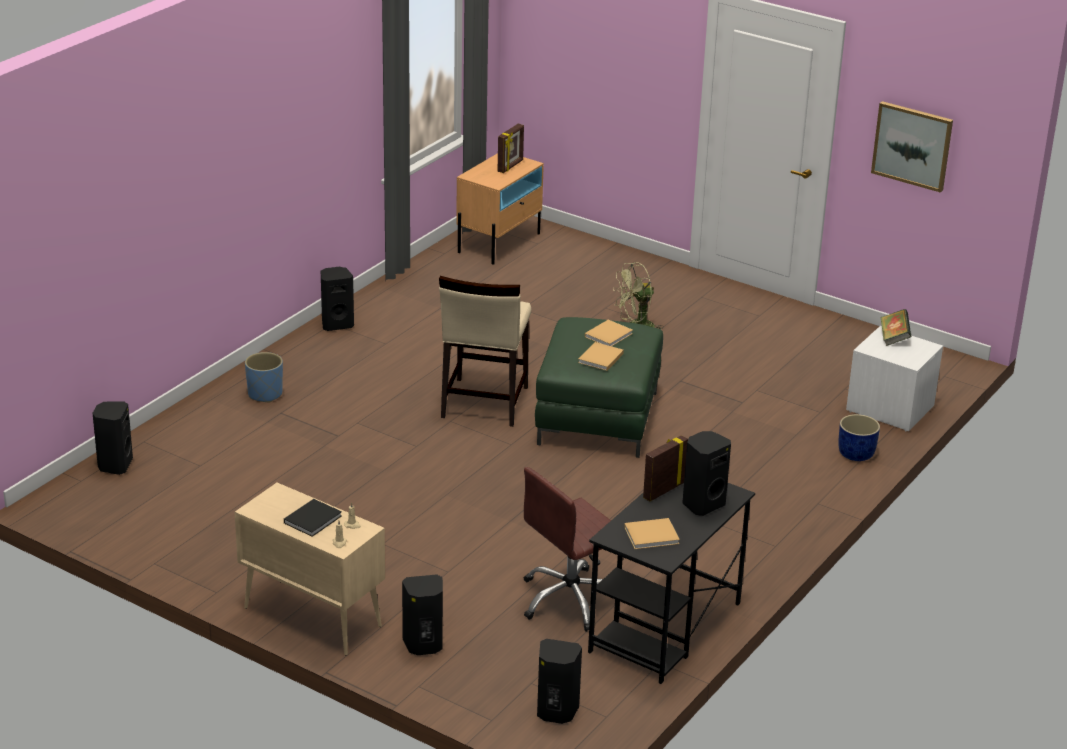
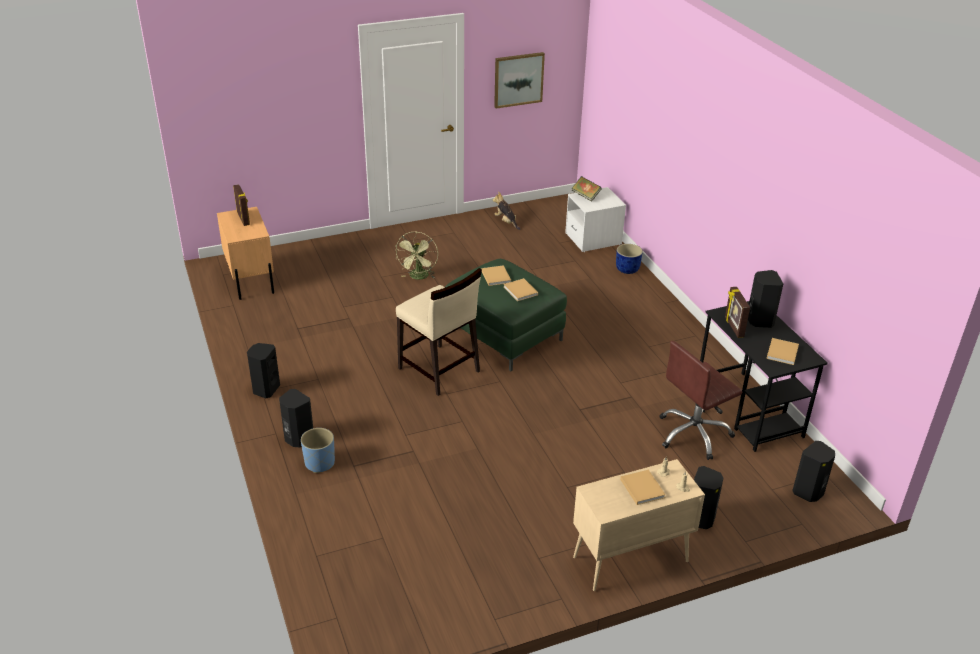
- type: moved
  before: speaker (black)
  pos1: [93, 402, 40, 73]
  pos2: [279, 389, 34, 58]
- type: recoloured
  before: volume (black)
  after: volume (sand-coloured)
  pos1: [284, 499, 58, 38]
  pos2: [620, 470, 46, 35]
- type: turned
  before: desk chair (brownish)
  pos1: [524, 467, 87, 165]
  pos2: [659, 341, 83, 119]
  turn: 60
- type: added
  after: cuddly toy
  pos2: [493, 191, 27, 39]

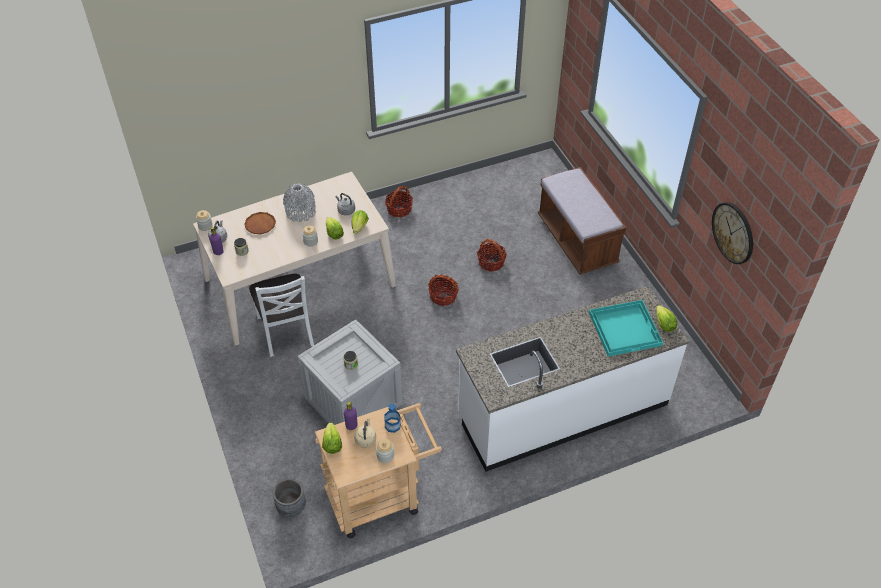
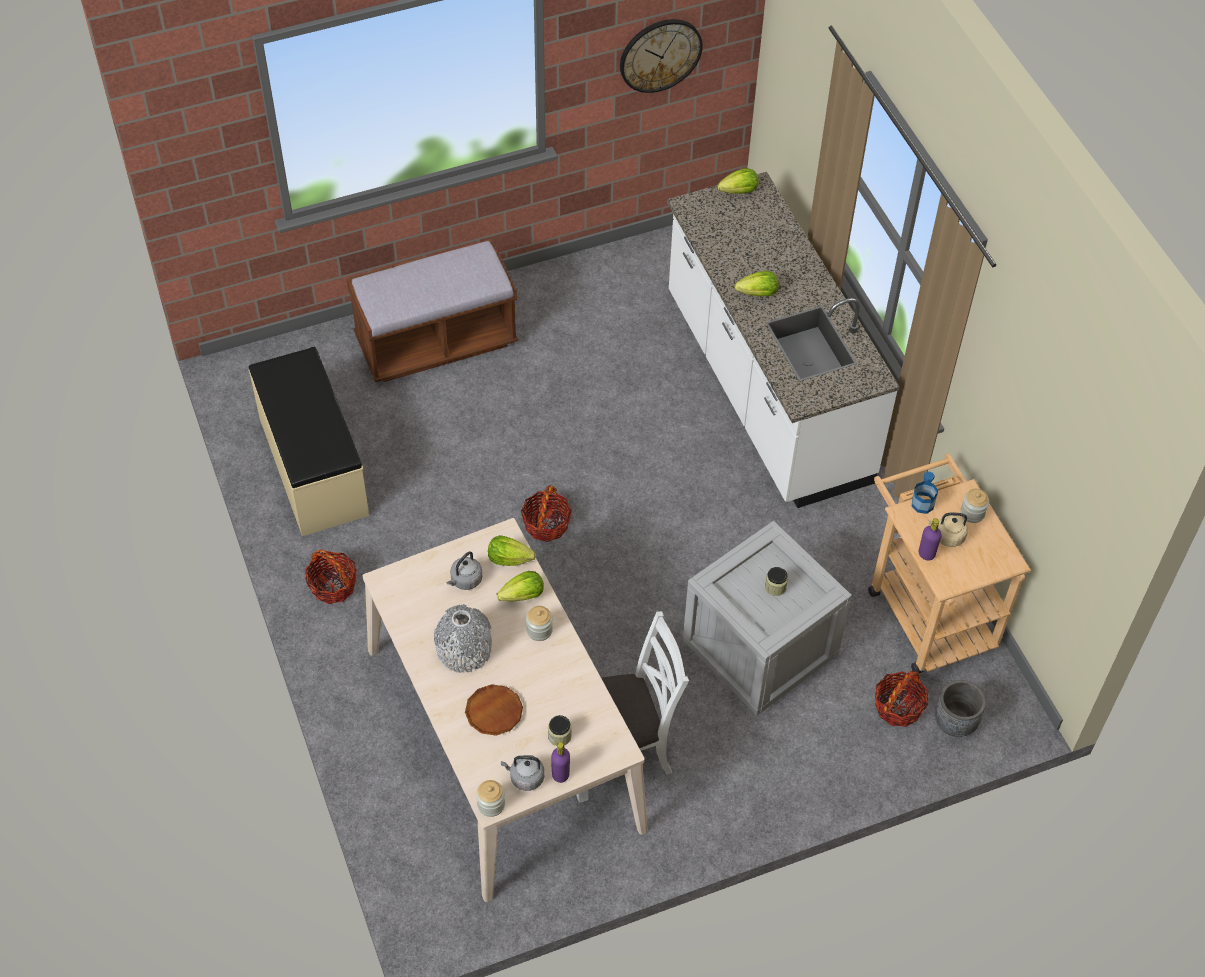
- type: moved
  before: lettuce
  pos1: [322, 423, 20, 31]
  pos2: [735, 271, 44, 25]
- type: moved
  before: storage basket
  pos1: [477, 239, 30, 33]
  pos2: [875, 671, 53, 56]
- type: removed
  before: serving tray (turquoise-coloured)
  pos1: [589, 300, 74, 57]
- type: added
  after: bench (sand-coloured)
  pos2: [249, 347, 120, 189]

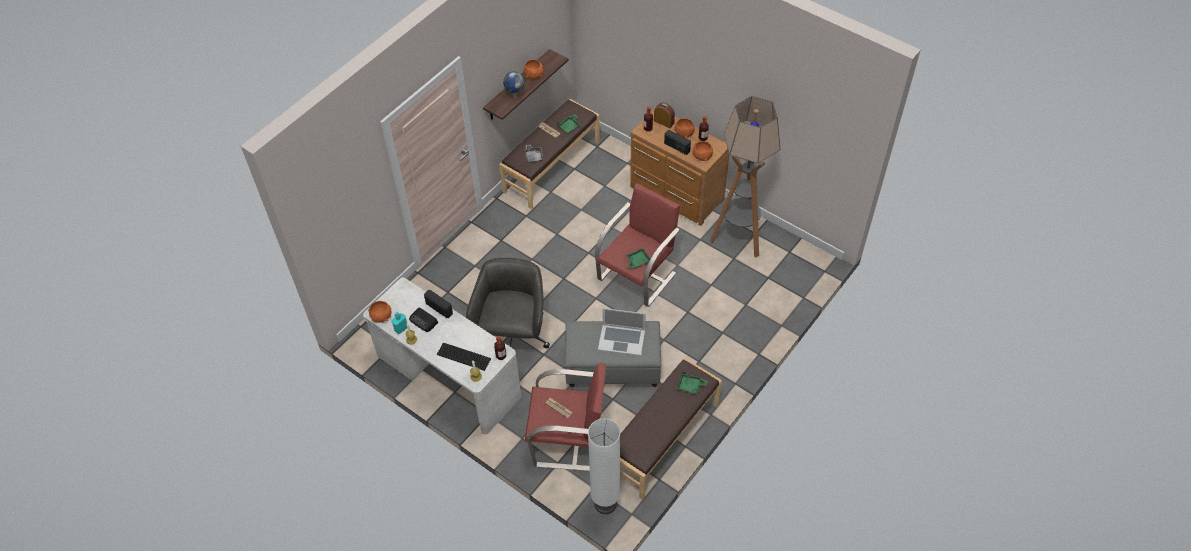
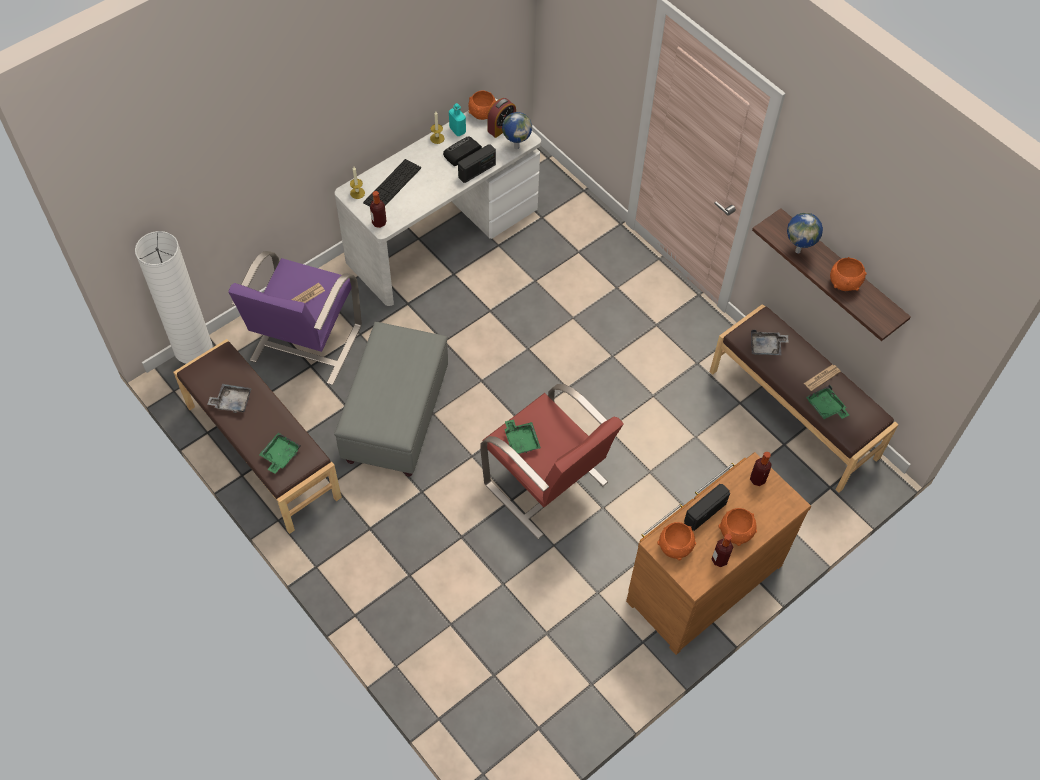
- type: removed
  before: desk chair (grey)
  pos1: [466, 257, 84, 91]
- type: recoloured
  before: easy chair (reddish)
  after: easy chair (purple)
  pos1: [525, 363, 81, 108]
  pos2: [228, 251, 134, 134]
- type: removed
  before: laptop
  pos1: [598, 308, 48, 48]
- type: moved
  before: alarm clock
  pos1: [654, 102, 21, 26]
  pos2: [487, 98, 29, 40]
- type: removed
  before: standard lamp
  pos1: [710, 96, 70, 162]
- type: added
  after: serving tray (grey)
  pos2: [207, 384, 45, 29]
- type: added
  after: desk globe
  pos2: [502, 112, 30, 37]

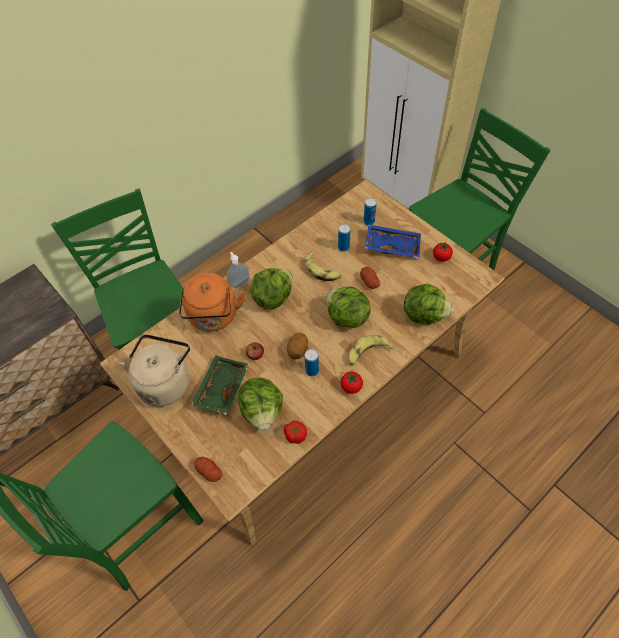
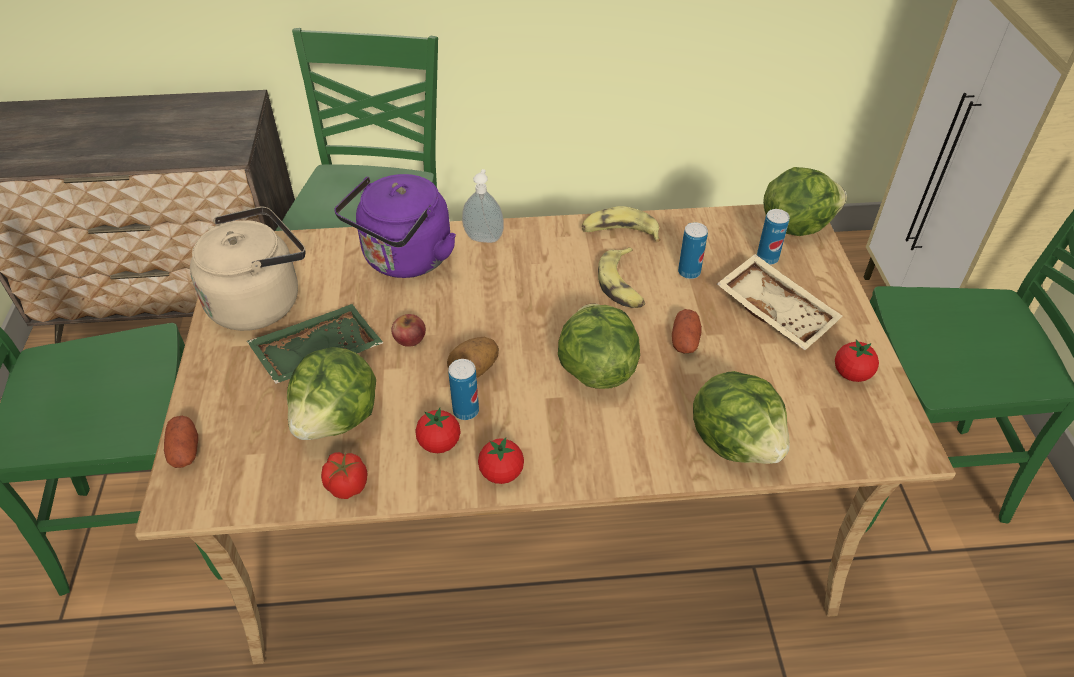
- type: recoloured
  before: water kettle (orange-coloured)
  after: water kettle (purple)
  pos1: [179, 273, 66, 59]
  pos2: [334, 174, 122, 104]
- type: moved
  before: lettuce
  pos1: [250, 268, 42, 41]
  pos2: [763, 167, 84, 69]
- type: moved
  before: whole banana
  pos1: [349, 335, 45, 31]
  pos2: [582, 206, 78, 36]
- type: recoloured
  before: serving tray (blue-coloured)
  after: serving tray (sand-coloured)
  pos1: [365, 224, 56, 34]
  pos2: [717, 254, 125, 96]
- type: added
  after: tomato
  pos2: [415, 408, 45, 45]

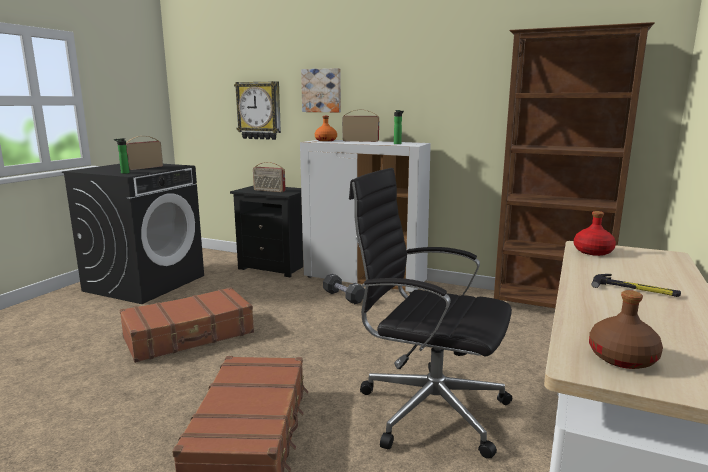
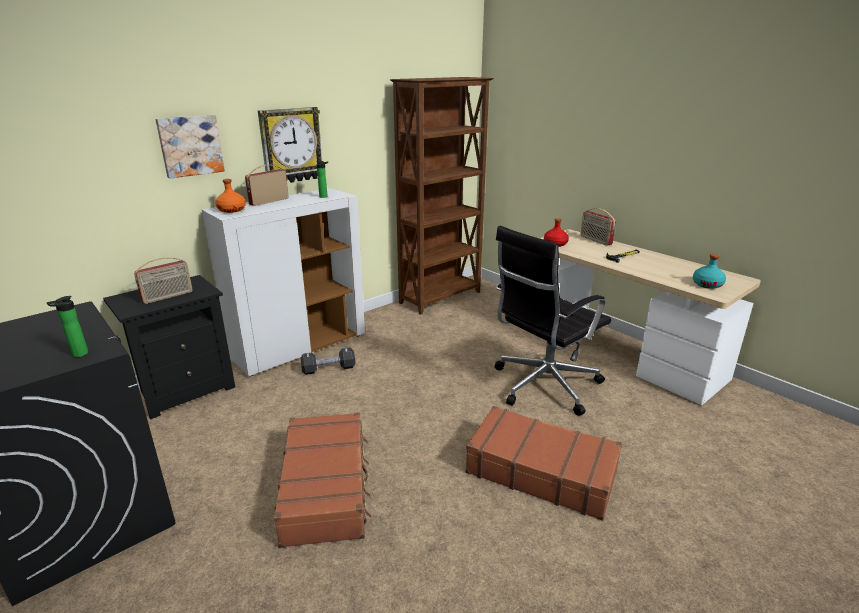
- type: moved
  before: radio
  pos1: [126, 136, 37, 34]
  pos2: [580, 208, 36, 37]
- type: moved
  before: wall clock
  pos1: [234, 81, 47, 59]
  pos2: [258, 107, 64, 76]
- type: recoloured
  before: beverage bottle (brownish)
  after: beverage bottle (turquoise-coloured)
  pos1: [589, 290, 74, 79]
  pos2: [693, 254, 33, 35]

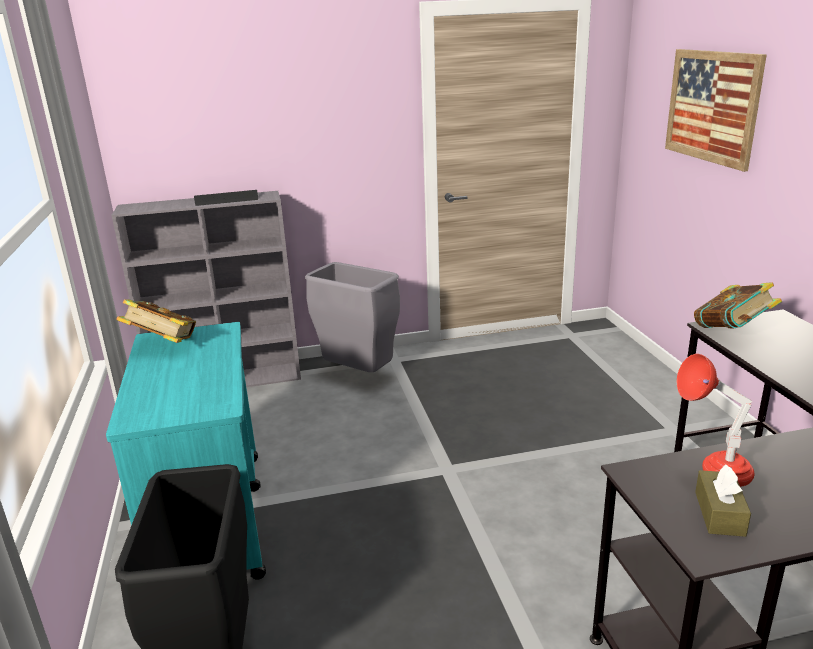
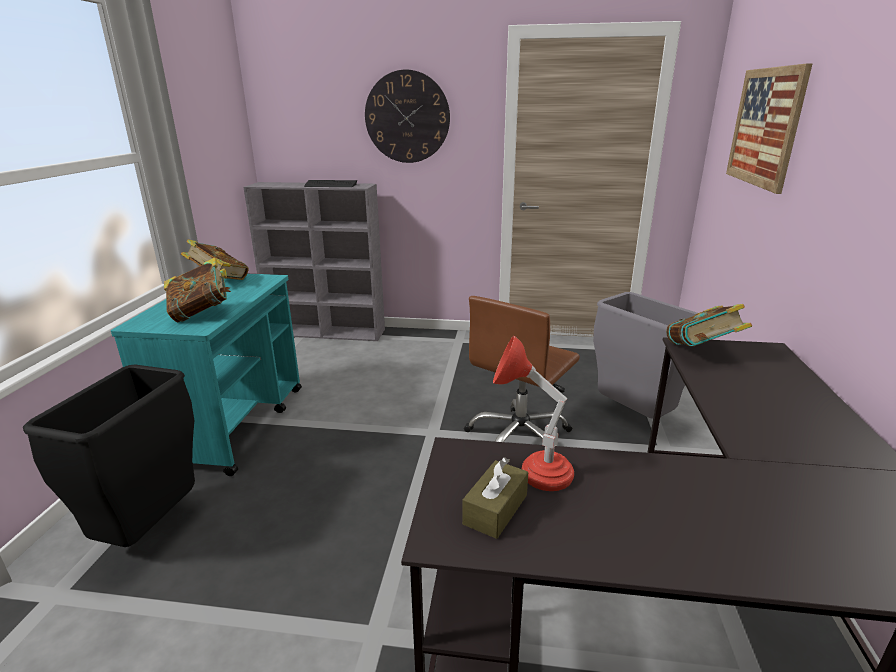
- type: moved
  before: rubbish bin (grey)
  pos1: [305, 262, 95, 110]
  pos2: [593, 292, 104, 127]
- type: added
  after: volume
  pos2: [164, 257, 67, 65]
- type: added
  after: wall clock
  pos2: [365, 70, 85, 93]
- type: added
  after: desk chair (brownish)
  pos2: [464, 296, 116, 150]

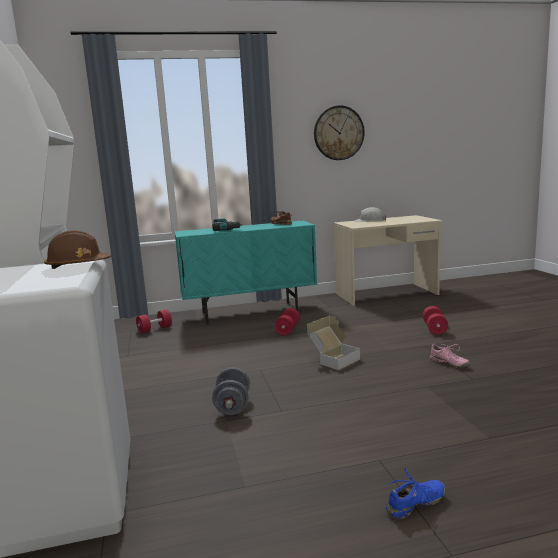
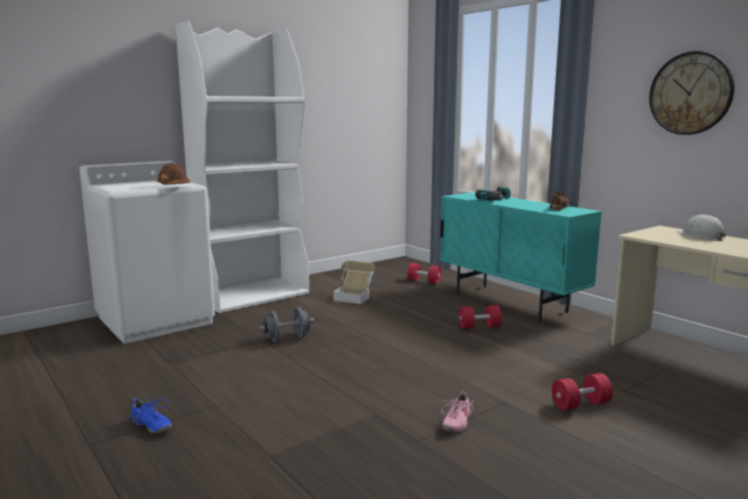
- type: moved
  before: packing box
  pos1: [307, 316, 53, 54]
  pos2: [333, 261, 42, 43]

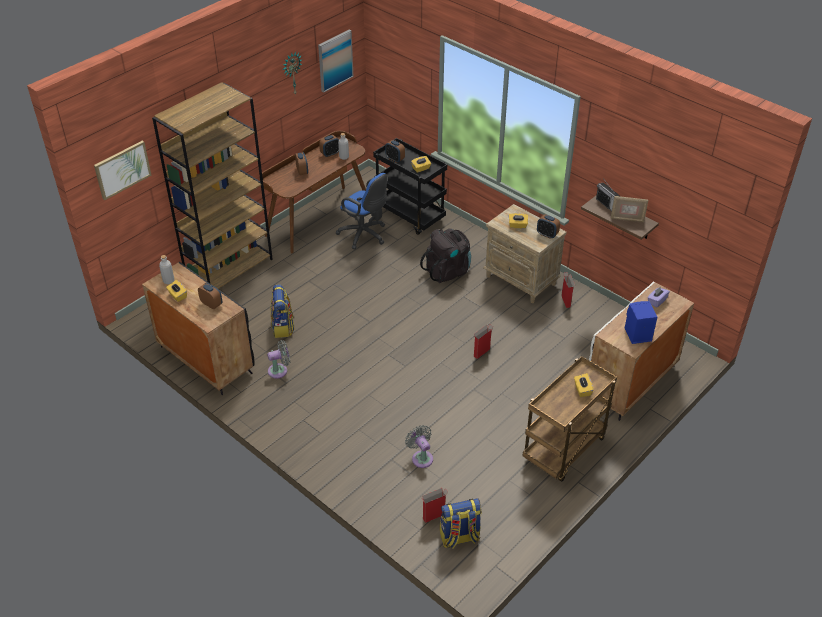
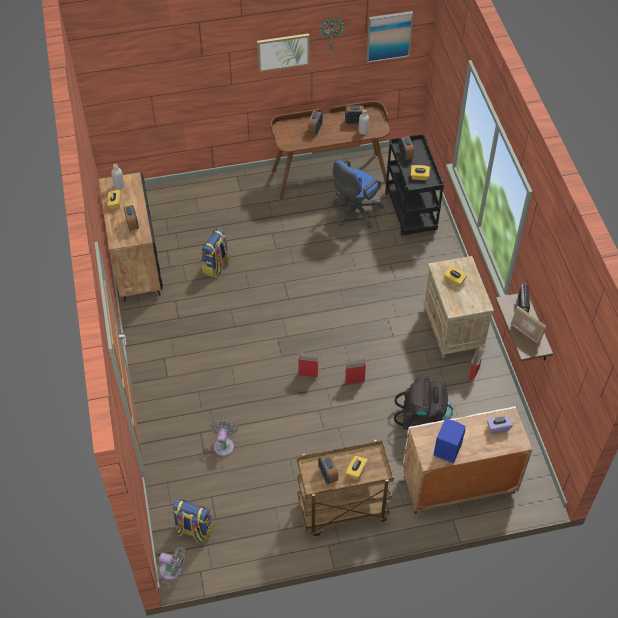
- type: moved
  before: wall art
  pos1: [94, 141, 57, 59]
  pos2: [257, 33, 53, 39]
- type: removed
  before: bookshelf (brownish)
  pos1: [152, 82, 121, 207]
- type: moved
  before: fan (grey)
  pos1: [267, 340, 23, 38]
  pos2: [159, 547, 26, 33]
- type: turned
  before: desk chair (blue-coloured)
  pos1: [336, 173, 51, 76]
  pos2: [333, 160, 51, 68]
  turn: 60
- type: moved
  before: knapsack (black)
  pos1: [420, 228, 51, 55]
  pos2: [394, 376, 59, 54]
- type: moved
  before: packing box
  pos1: [422, 488, 26, 35]
  pos2: [297, 352, 24, 25]
- type: moved
  before: alarm clock
  pos1: [537, 215, 23, 24]
  pos2: [318, 454, 20, 30]

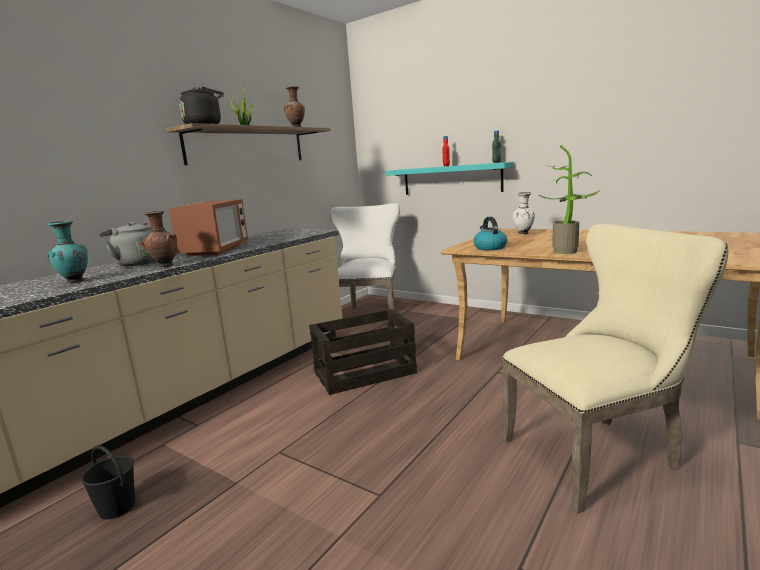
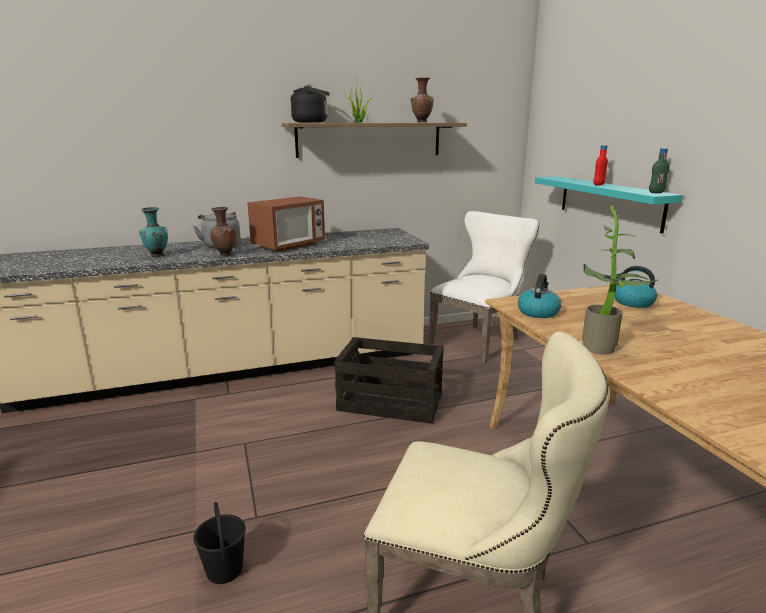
- type: moved
  before: pail (black)
  pos1: [81, 445, 54, 75]
  pos2: [193, 502, 53, 82]
- type: replaced
  before: vase (white)
  after: water kettle
  pos1: [513, 192, 22, 43]
  pos2: [614, 266, 43, 42]

